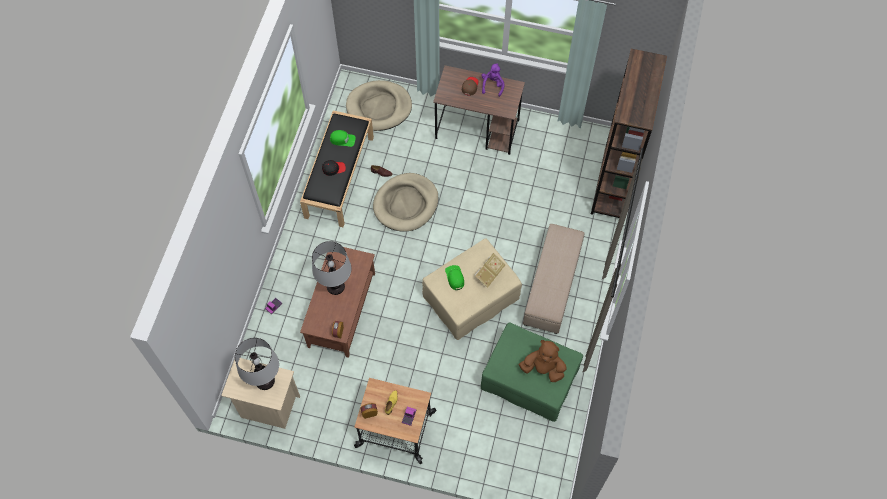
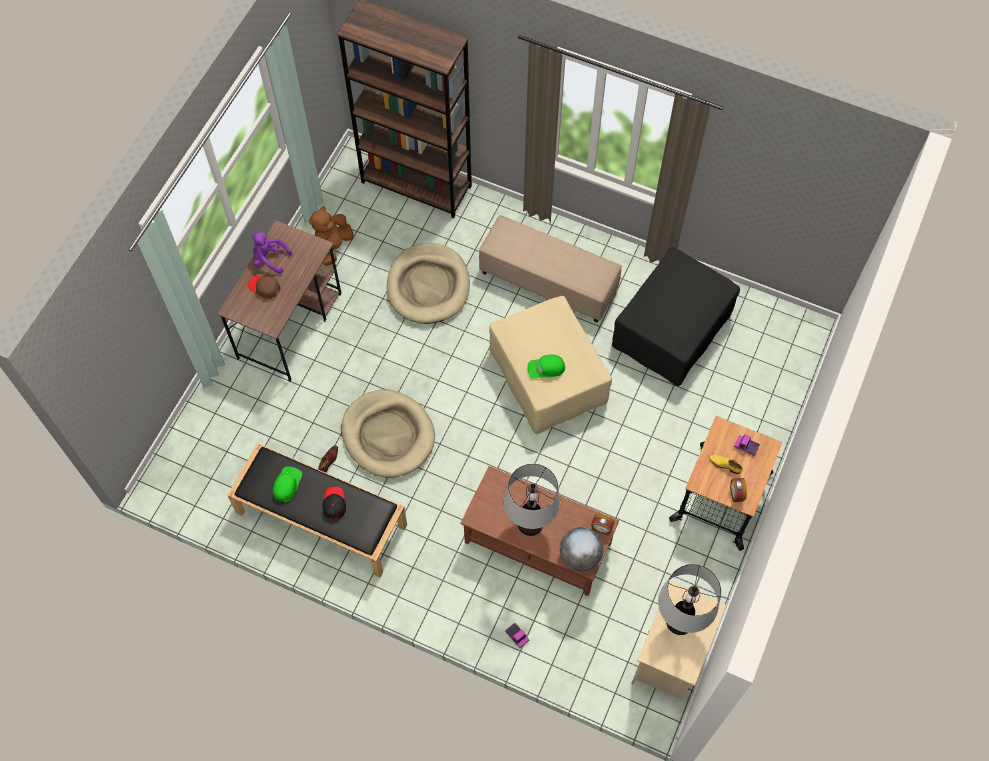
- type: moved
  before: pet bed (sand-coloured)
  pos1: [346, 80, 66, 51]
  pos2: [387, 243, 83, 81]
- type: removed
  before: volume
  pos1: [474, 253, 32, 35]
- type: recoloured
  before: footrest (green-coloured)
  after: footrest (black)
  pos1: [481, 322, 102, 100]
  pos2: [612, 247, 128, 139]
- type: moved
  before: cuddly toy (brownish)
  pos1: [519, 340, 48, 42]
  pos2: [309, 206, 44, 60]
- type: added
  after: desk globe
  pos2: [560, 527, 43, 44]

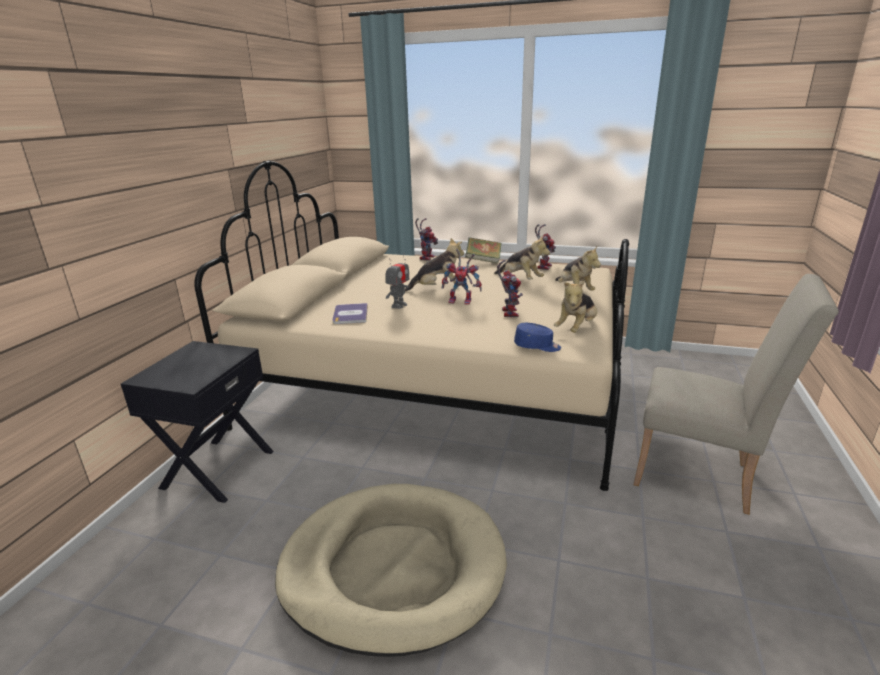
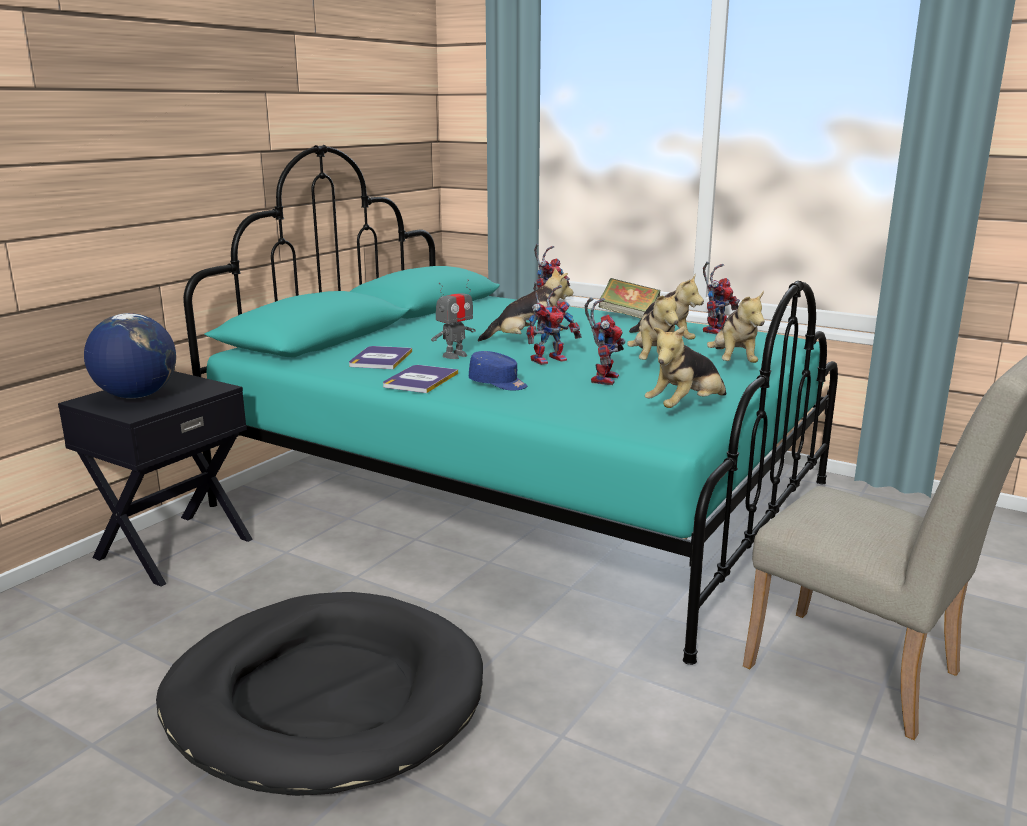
- type: recoloured
  before: bed (sand-coloured)
  after: bed (turquoise-coloured)
  pos1: [194, 160, 435, 331]
  pos2: [183, 145, 655, 520]
- type: recoloured
  before: pet bed (sand-coloured)
  after: pet bed (black)
  pos1: [275, 484, 232, 173]
  pos2: [156, 592, 327, 204]
- type: turned
  before: toy robot
  pos1: [442, 249, 40, 56]
  pos2: [527, 282, 55, 83]
  turn: -60
- type: moved
  before: baseball cap (blue-coloured)
  pos1: [514, 323, 47, 29]
  pos2: [469, 351, 58, 40]
- type: added
  after: desk globe
  pos2: [84, 313, 92, 85]
- type: added
  after: volume
  pos2: [383, 365, 75, 28]
- type: added
  after: cuddly toy
  pos2: [627, 290, 52, 70]

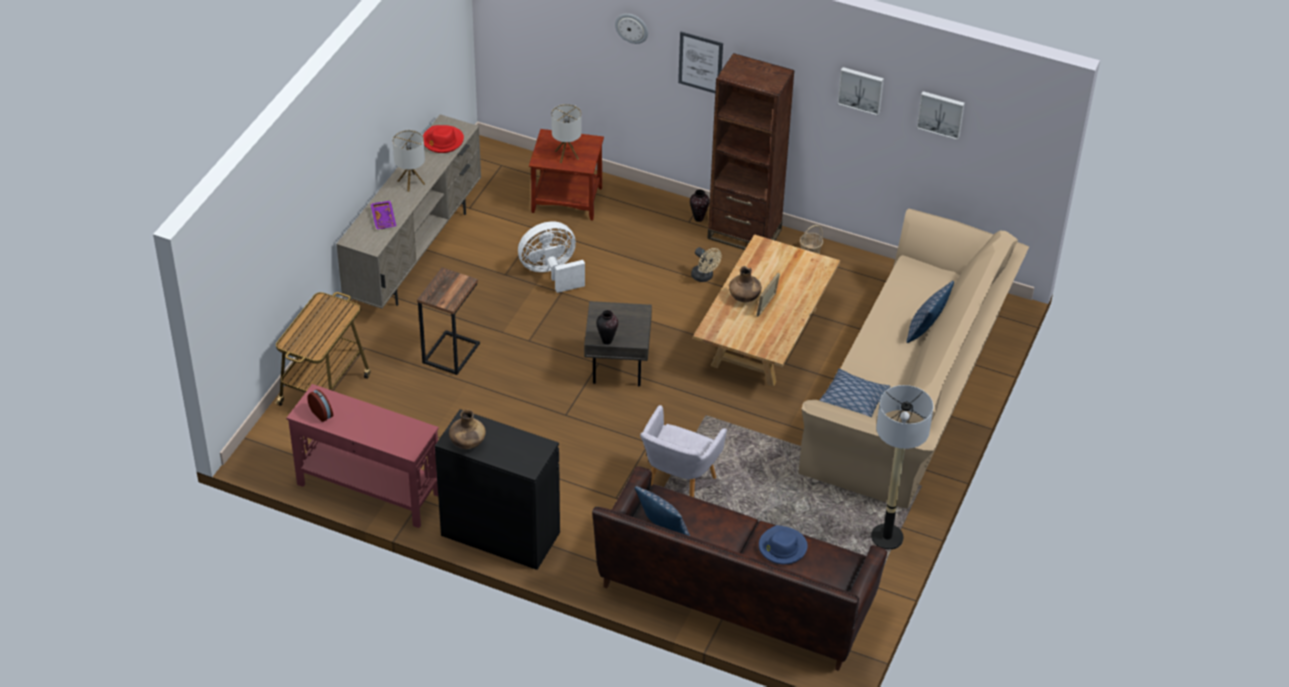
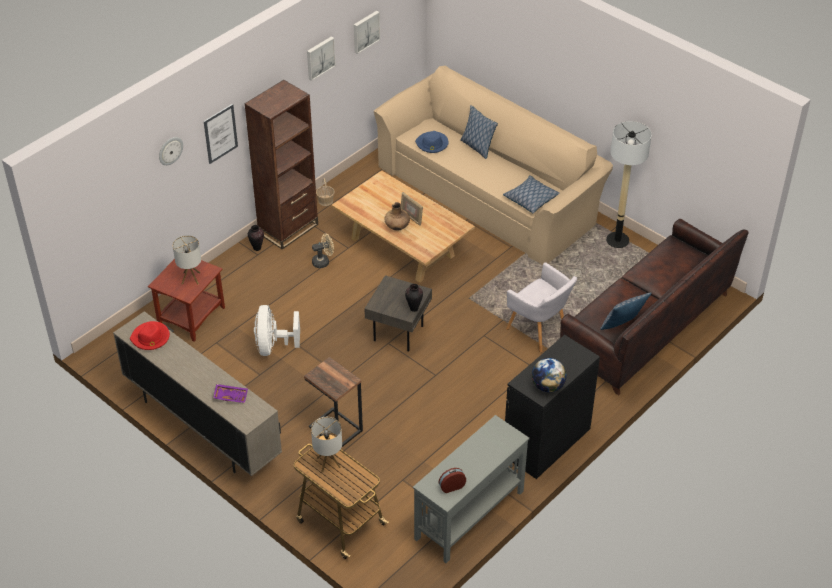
- type: recoloured
  before: console table (reddish)
  after: console table (grey)
  pos1: [287, 384, 152, 144]
  pos2: [413, 415, 116, 148]
- type: moved
  before: tabletop lamp
  pos1: [392, 130, 33, 62]
  pos2: [311, 417, 31, 55]
- type: replaced
  before: vase (brownish)
  after: desk globe
  pos1: [449, 409, 37, 40]
  pos2: [532, 358, 35, 34]
- type: moved
  before: clothing hat (blue-coloured)
  pos1: [759, 525, 49, 39]
  pos2: [415, 131, 34, 22]

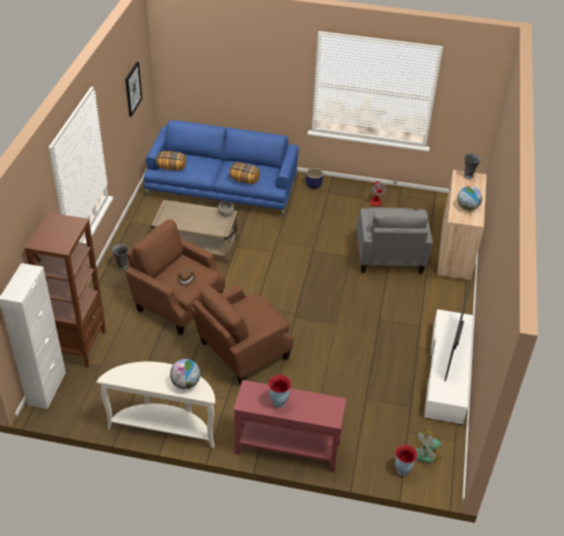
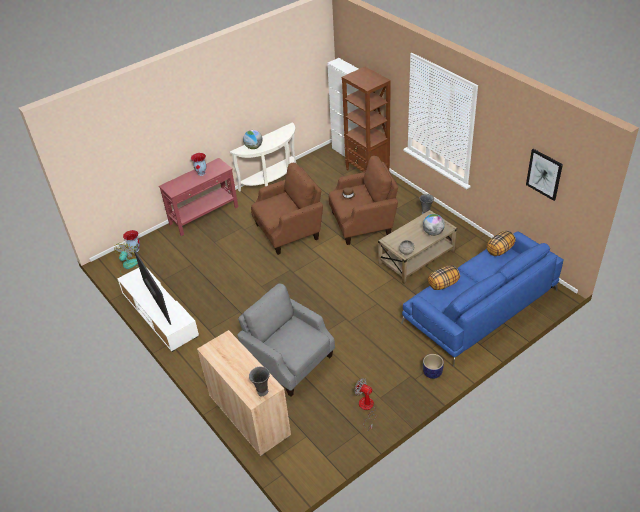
- type: turned
  before: easy chair (brownish)
  pos1: [191, 285, 102, 100]
  pos2: [251, 163, 72, 92]
  turn: 60
- type: moved
  before: desk globe
  pos1: [457, 186, 25, 24]
  pos2: [423, 214, 22, 22]

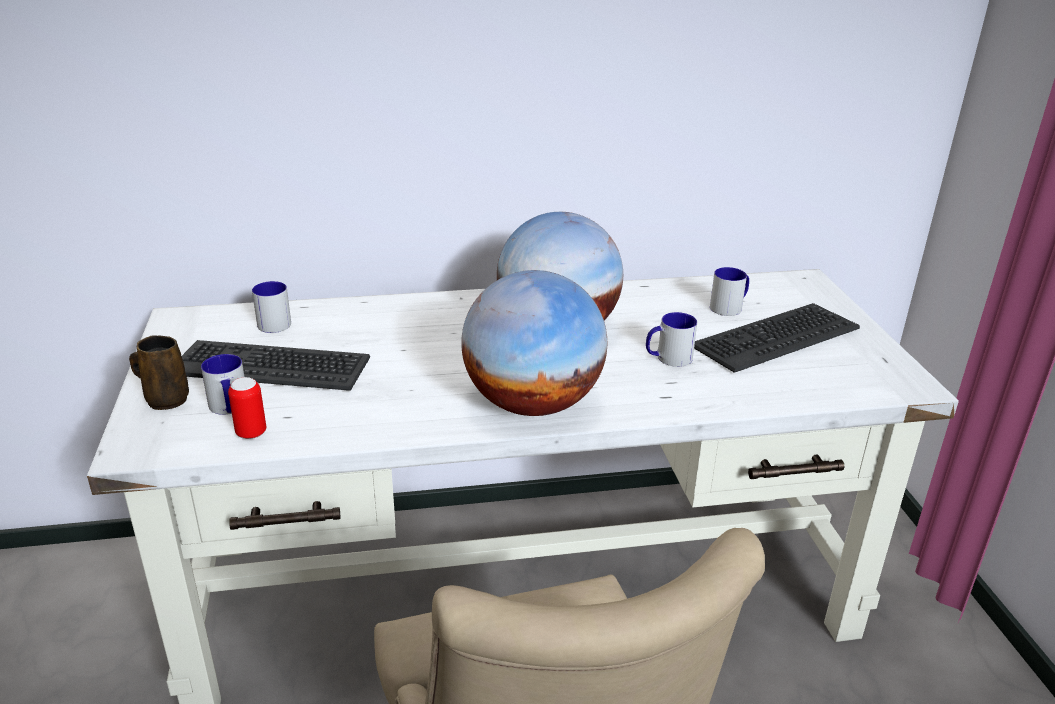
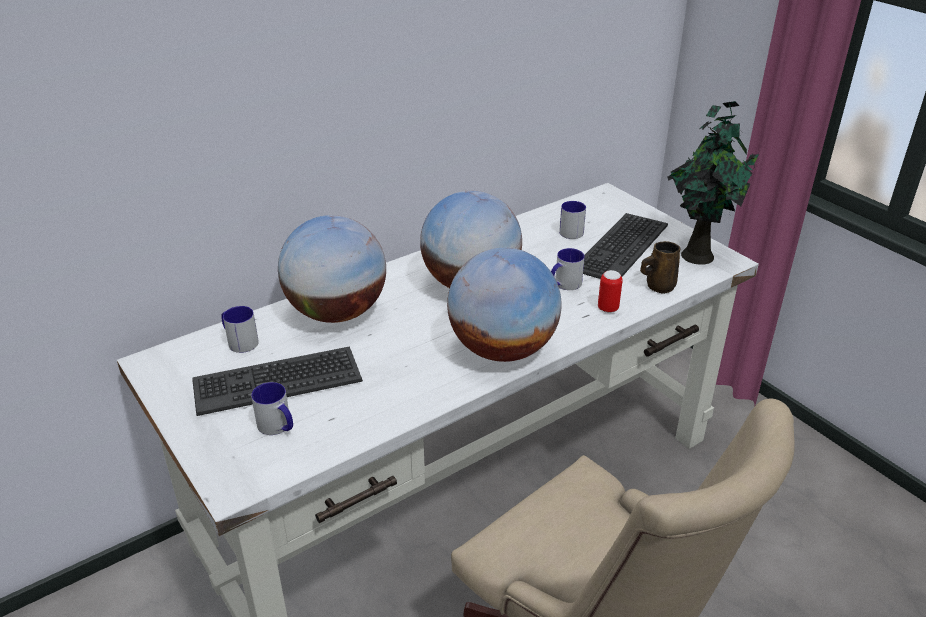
- type: moved
  before: coffee mug (brownish)
  pos1: [129, 335, 60, 75]
  pos2: [640, 241, 41, 53]
- type: moved
  before: metal can
  pos1: [228, 377, 38, 62]
  pos2: [598, 270, 25, 43]
- type: added
  after: desk globe
  pos2: [278, 215, 108, 108]
- type: added
  after: houseplant
  pos2: [668, 101, 91, 164]

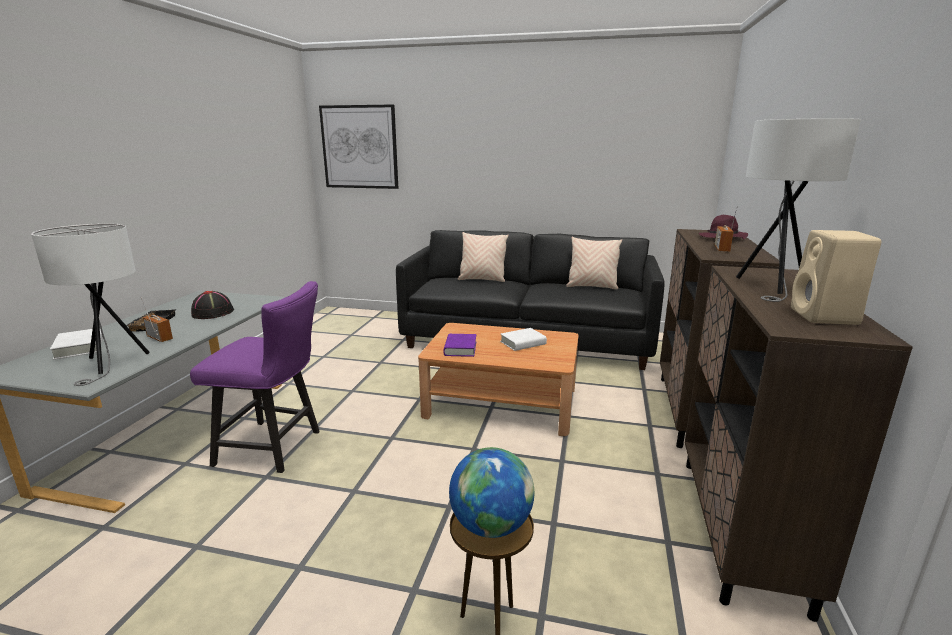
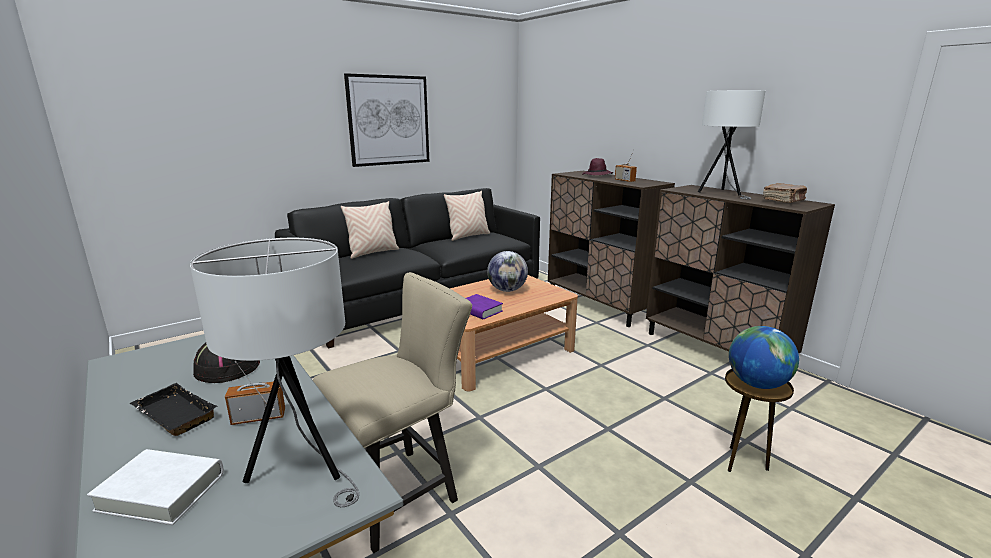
- type: recoloured
  before: chair (purple)
  after: chair (sand-coloured)
  pos1: [190, 281, 130, 192]
  pos2: [313, 272, 159, 281]
- type: moved
  before: wall art
  pos1: [319, 104, 79, 85]
  pos2: [344, 73, 86, 94]
- type: replaced
  before: volume (white)
  after: desk globe
  pos1: [500, 328, 47, 23]
  pos2: [487, 251, 41, 41]
- type: replaced
  before: speaker (sand-coloured)
  after: volume (brownish)
  pos1: [791, 230, 90, 95]
  pos2: [763, 183, 44, 20]

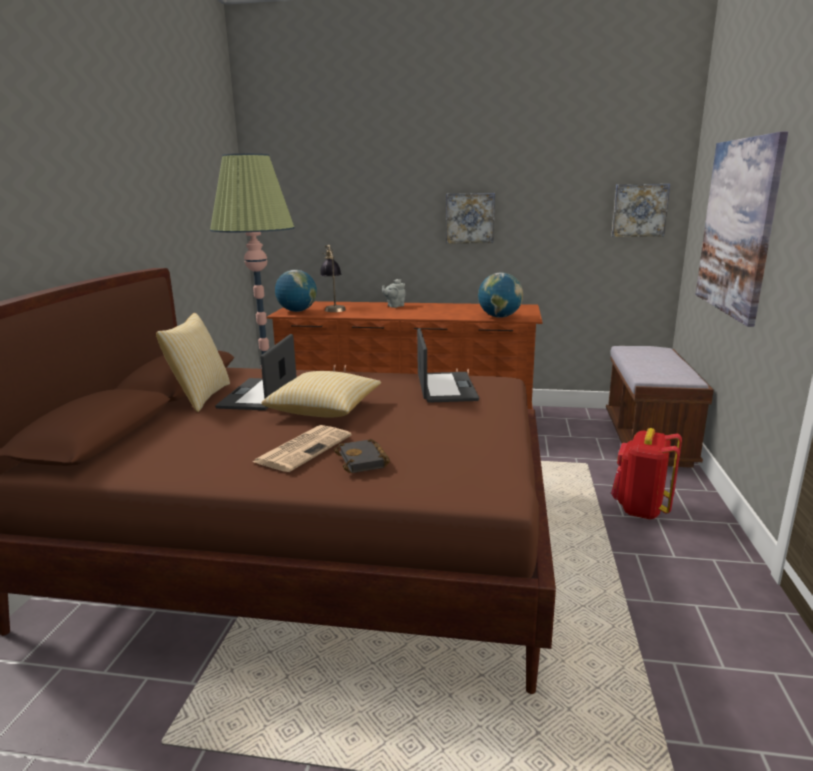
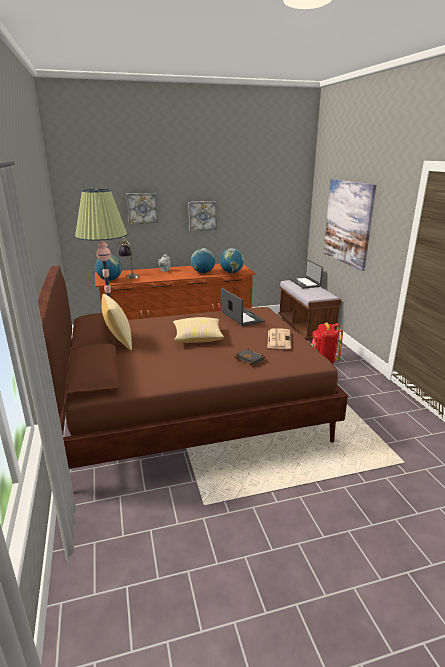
- type: moved
  before: laptop
  pos1: [215, 334, 82, 76]
  pos2: [289, 260, 34, 29]
- type: moved
  before: newspaper
  pos1: [253, 425, 98, 47]
  pos2: [268, 328, 23, 21]
- type: moved
  before: wall art
  pos1: [611, 184, 59, 53]
  pos2: [126, 193, 32, 31]
- type: added
  after: desk globe
  pos2: [191, 248, 25, 25]

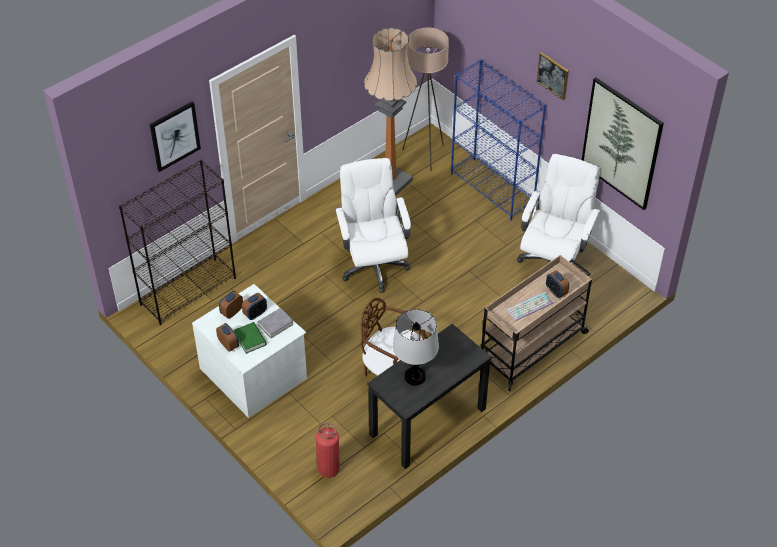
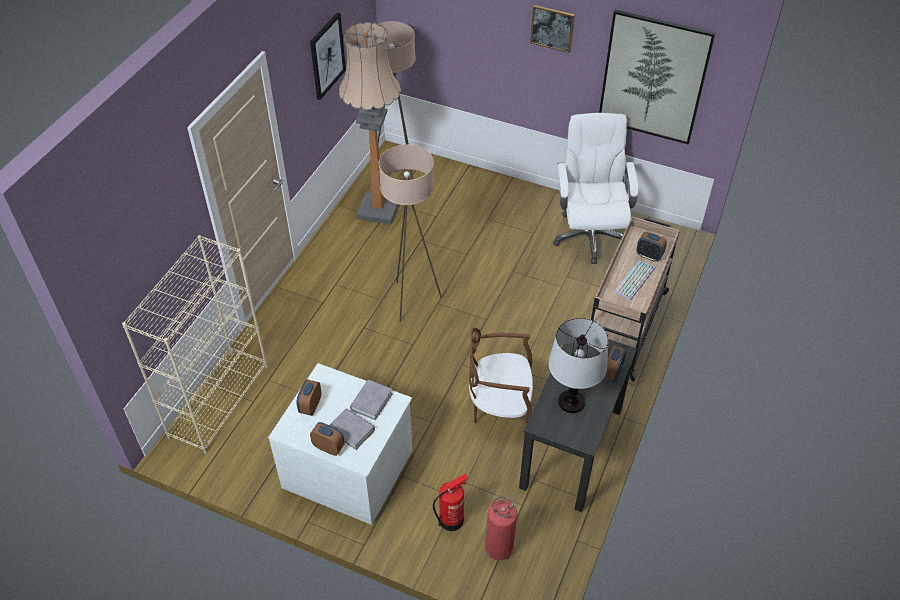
- type: recoloured
  before: bookshelf (black)
  after: bookshelf (sand-coloured)
  pos1: [119, 160, 117, 165]
  pos2: [122, 235, 146, 219]
- type: moved
  before: wall art
  pos1: [150, 101, 51, 71]
  pos2: [310, 12, 36, 88]
- type: recoloured
  before: volume (green-coloured)
  after: volume (grey)
  pos1: [234, 322, 33, 32]
  pos2: [329, 408, 46, 42]
- type: moved
  before: alarm clock
  pos1: [242, 293, 25, 27]
  pos2: [604, 346, 23, 36]
- type: replaced
  before: desk chair (white)
  after: standard lamp (sand-coloured)
  pos1: [335, 158, 76, 135]
  pos2: [379, 145, 63, 177]
- type: removed
  before: bookshelf (blue-coloured)
  pos1: [451, 59, 95, 161]
- type: added
  after: extinguisher
  pos2: [433, 474, 35, 57]

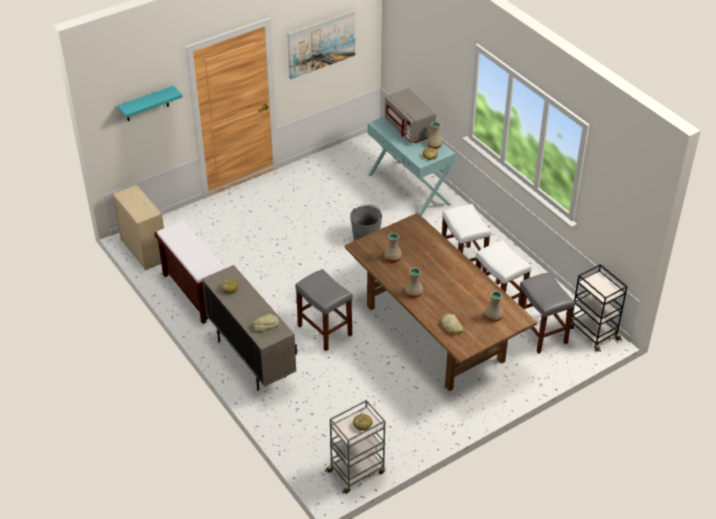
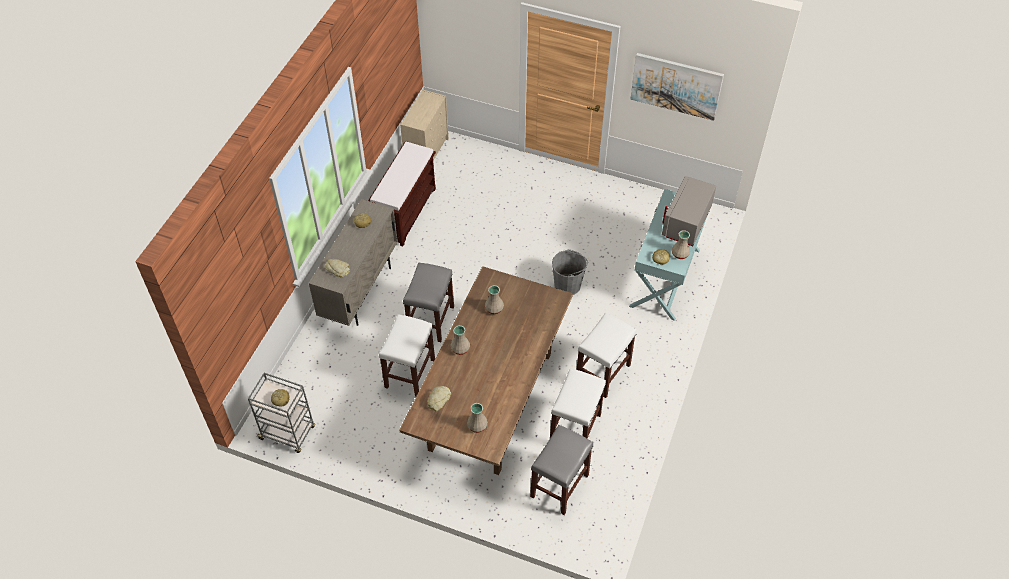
- type: removed
  before: shelf (turquoise-coloured)
  pos1: [117, 86, 66, 35]
- type: removed
  before: wheeled cart (black)
  pos1: [570, 264, 58, 88]
- type: added
  after: stool (white)
  pos2: [379, 314, 56, 83]

